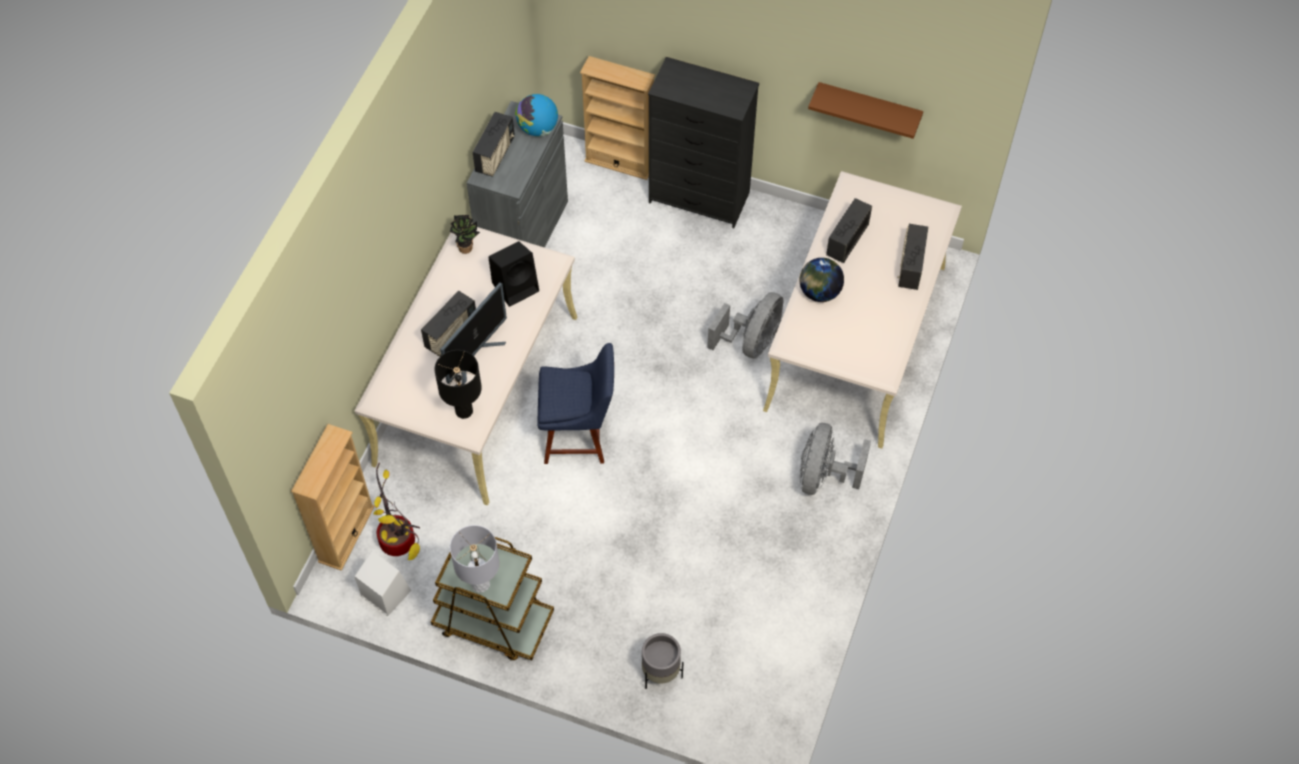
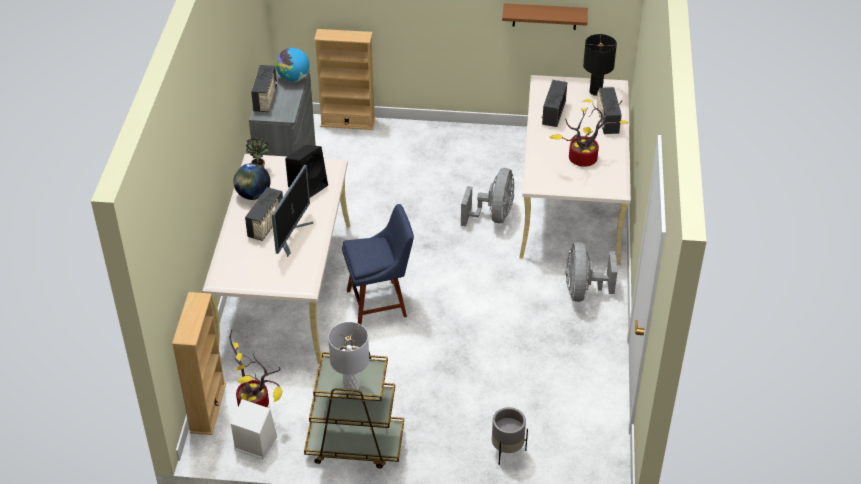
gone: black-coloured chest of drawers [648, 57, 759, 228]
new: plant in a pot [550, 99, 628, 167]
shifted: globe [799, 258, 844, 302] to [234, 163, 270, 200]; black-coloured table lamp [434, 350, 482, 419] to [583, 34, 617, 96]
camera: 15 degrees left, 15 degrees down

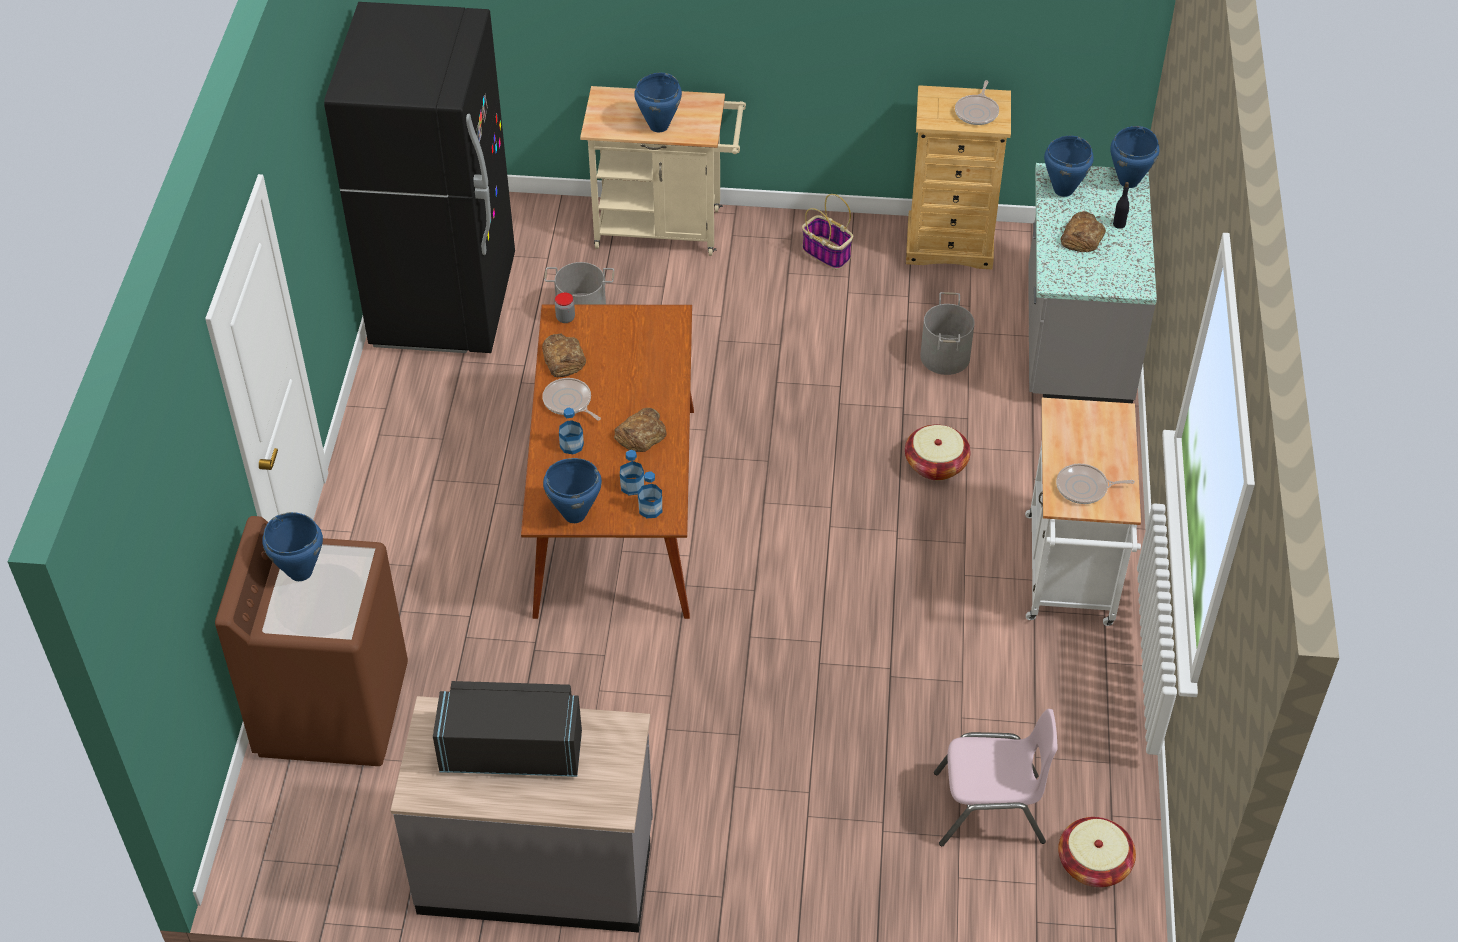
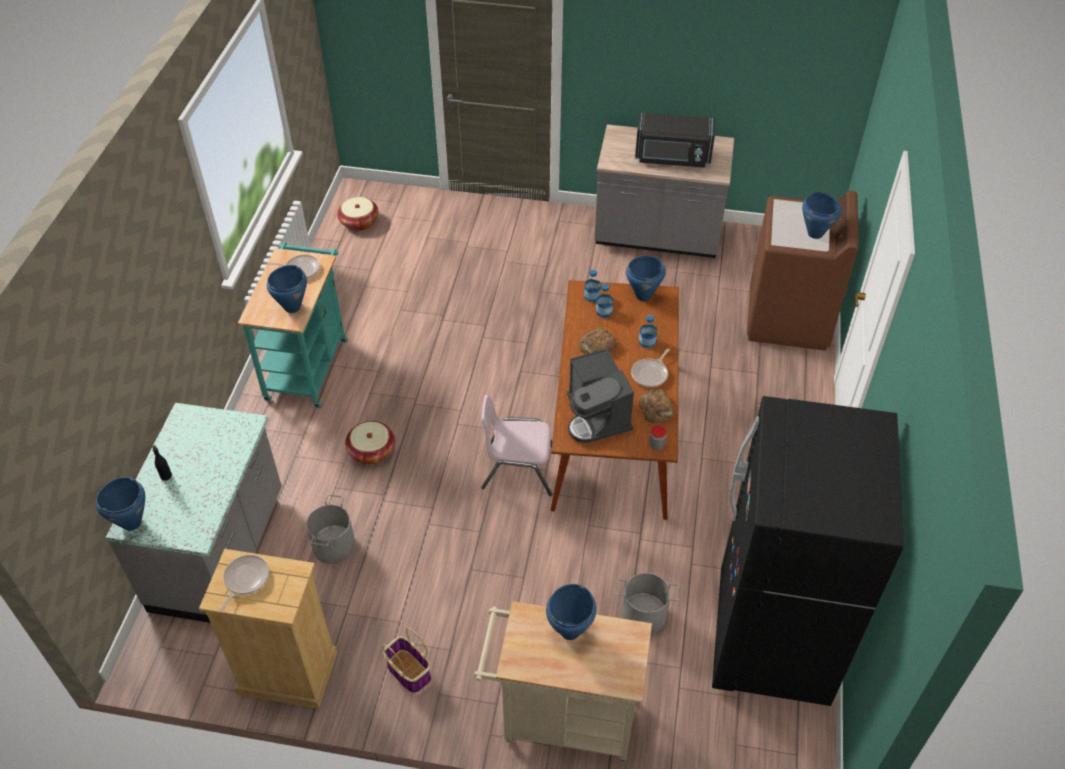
gone: bread [1061, 211, 1106, 252]
new: coffee brewer [567, 349, 634, 443]
shifted: bluish cooking pot [1044, 136, 1093, 197] to [267, 265, 307, 313]; pink chair [934, 709, 1058, 846] to [481, 395, 552, 496]
repainted: whitish wheeled cart [1025, 398, 1141, 626] to blue-green wheeled cart [238, 242, 348, 408]
rotated: frying pan [542, 378, 601, 421] = [631, 349, 670, 387] 75 degrees clockwise
camera: 175 degrees left, 0 degrees up

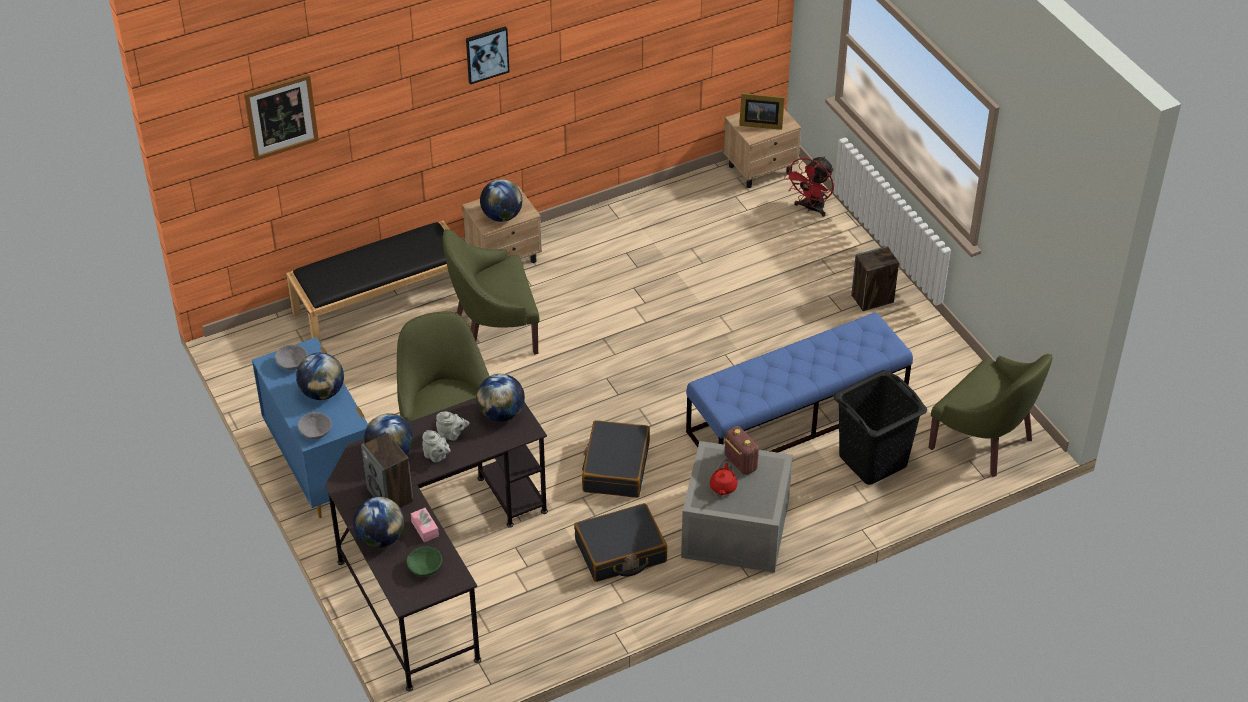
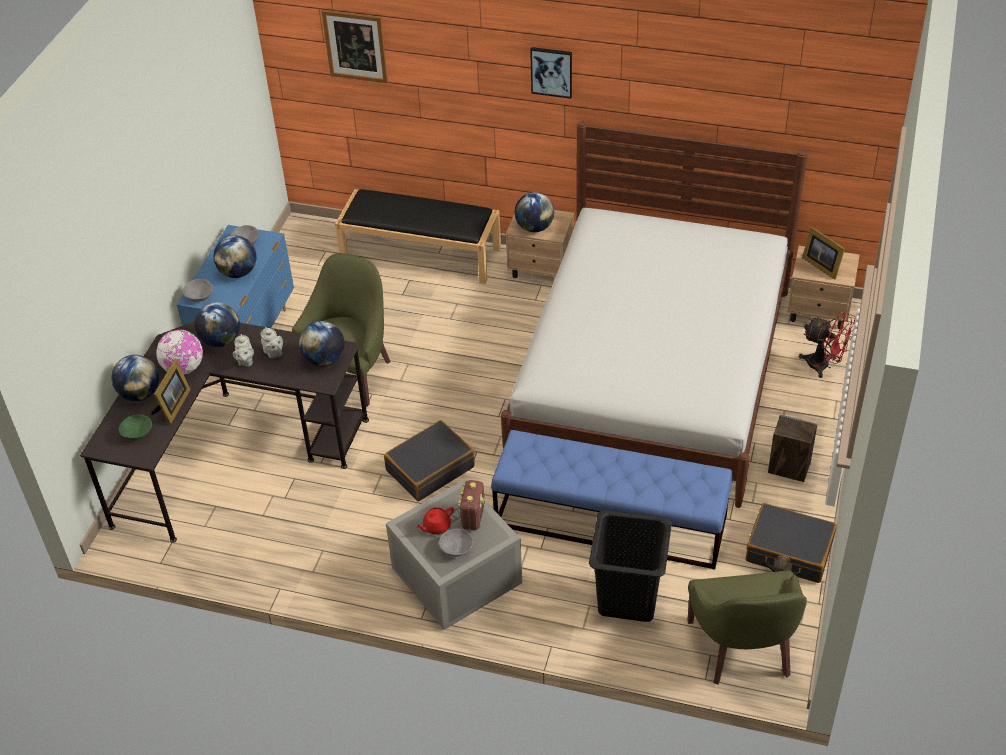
gone: green-coloured easy chair [443, 229, 540, 355]
new: whitish bed [501, 121, 808, 508]; grey serving bowl [439, 528, 473, 557]
shifted: black-coloured travel case [574, 503, 667, 582] to [746, 503, 837, 583]
swapped: speaker [361, 433, 413, 508] to globe [156, 329, 203, 375]; pink tissue box [411, 508, 439, 542] to picture frame [151, 360, 191, 424]
rotated: red cooling fan [784, 156, 834, 217] = [799, 312, 855, 378] 135 degrees counterclockwise
camera: 45 degrees right, 0 degrees up

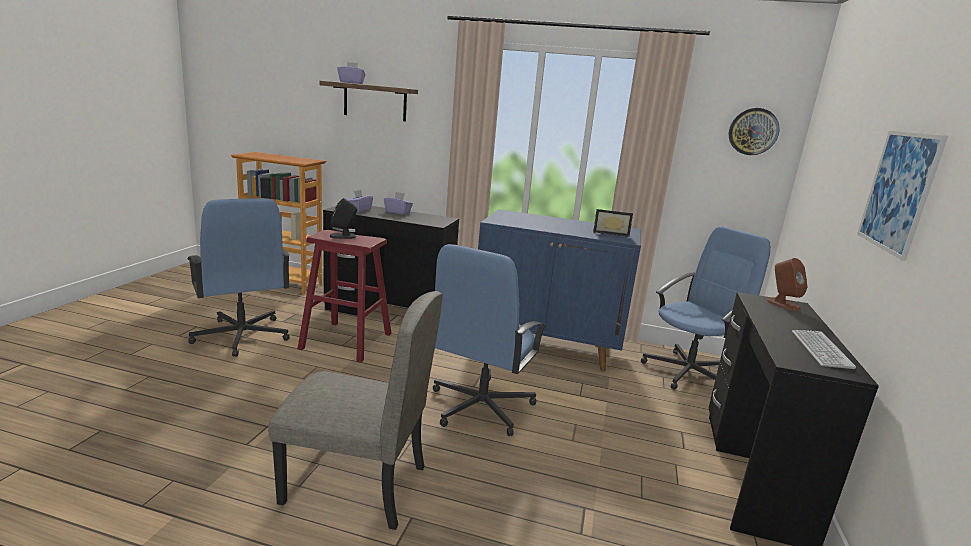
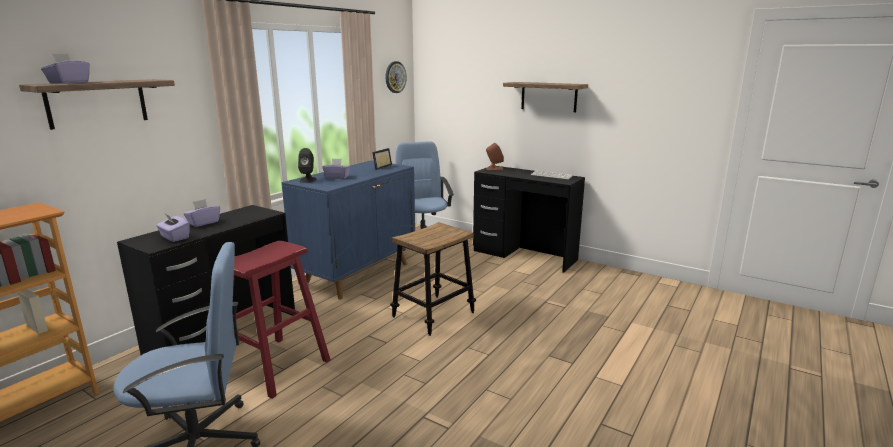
gone: beige-coloured chair [268, 291, 443, 530]
new: purple tissue box [322, 158, 350, 179]
shifted: black-coloured speaker [330, 198, 358, 239] to [298, 148, 316, 183]
swapped: picture [857, 131, 948, 261] to wall shelf [503, 82, 588, 112]; bluish office chair [433, 244, 546, 436] to stool seat [390, 222, 476, 336]
camera: 70 degrees left, 0 degrees up

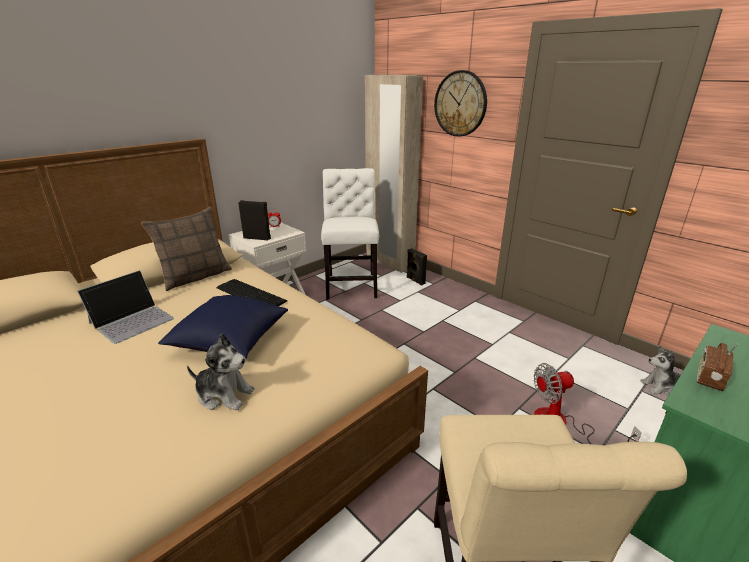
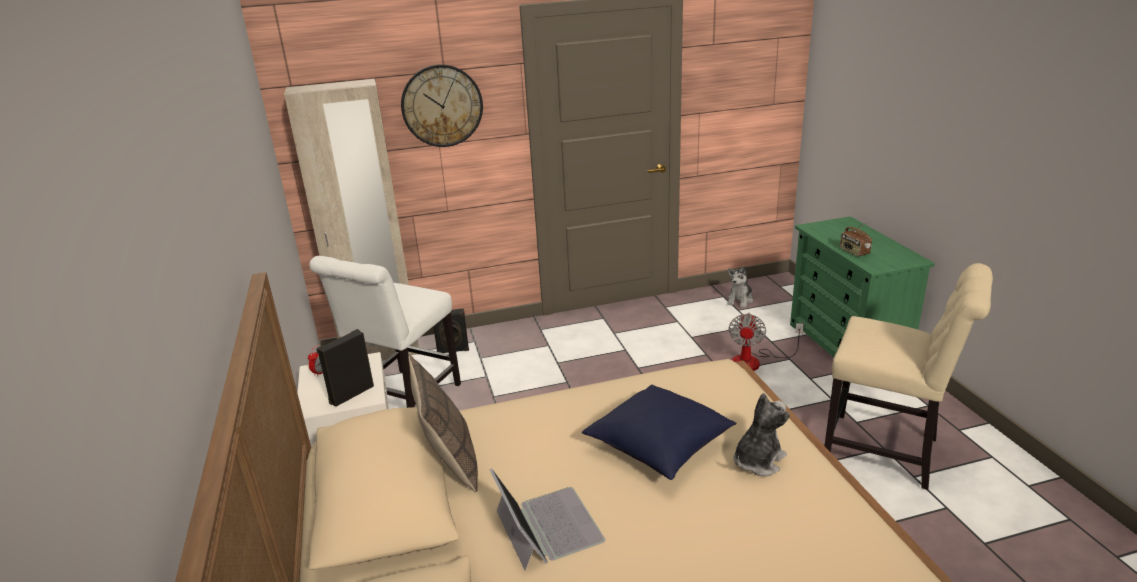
gone: keyboard [216, 279, 287, 306]
rotated: whitish chair [321, 168, 379, 300] = [309, 256, 461, 408] 90 degrees counterclockwise
camera: 60 degrees left, 0 degrees up

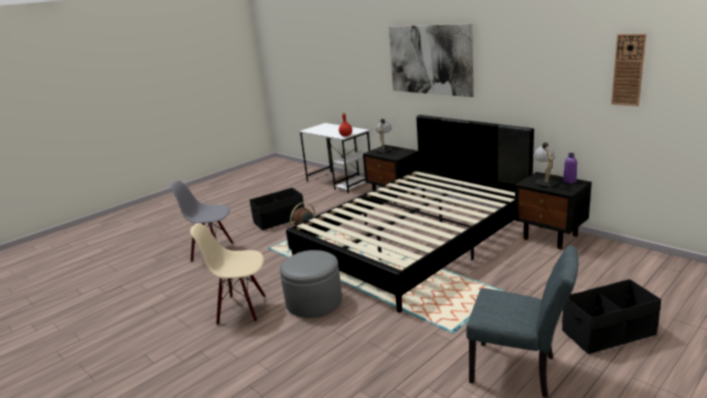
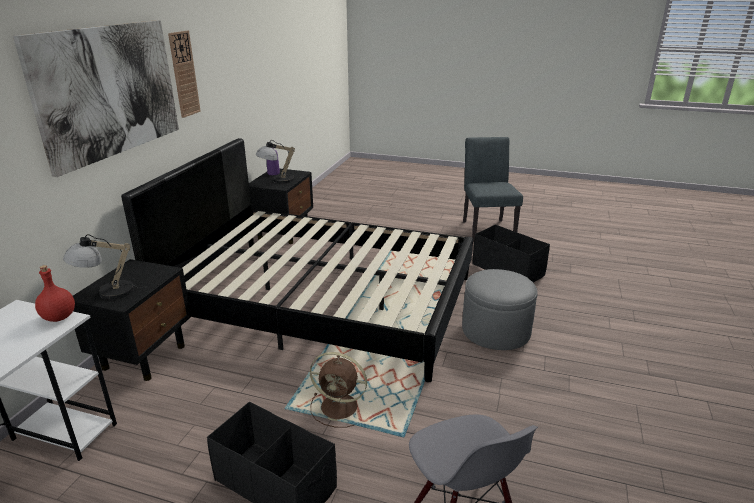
gone: beige-coloured chair [190, 223, 266, 325]
shifted: wall clock [611, 34, 646, 106] to [168, 31, 201, 118]; black-coloured storage box [562, 279, 661, 354] to [472, 225, 550, 283]
camera: 120 degrees left, 5 degrees up

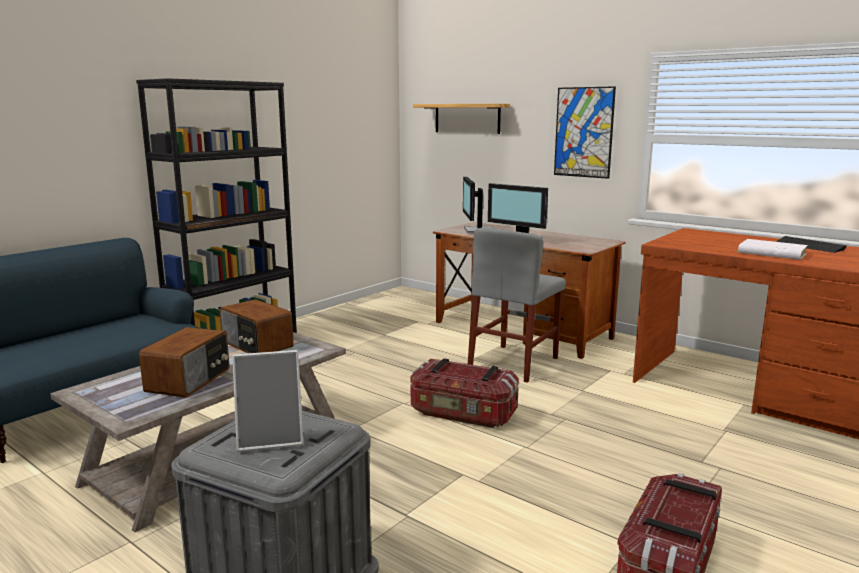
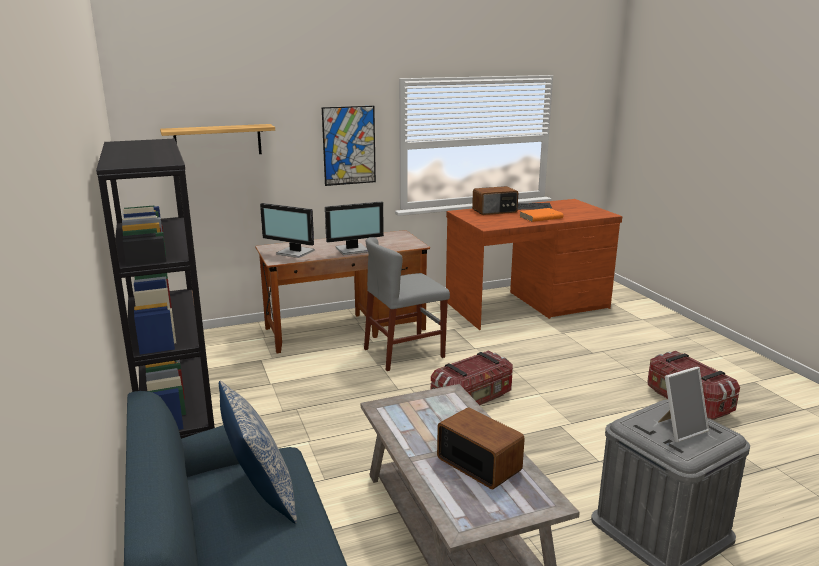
new: cushion [219, 381, 297, 524]
shifted: radio [220, 299, 294, 353] to [472, 186, 518, 215]
repainted: whitish volume [738, 239, 808, 260] to orange volume [519, 208, 563, 222]
rotated: grey chair [468, 228, 566, 383] = [364, 237, 450, 371] 90 degrees clockwise; picture frame [232, 350, 303, 452] = [658, 367, 709, 442] 45 degrees clockwise
camera: 60 degrees left, 5 degrees up

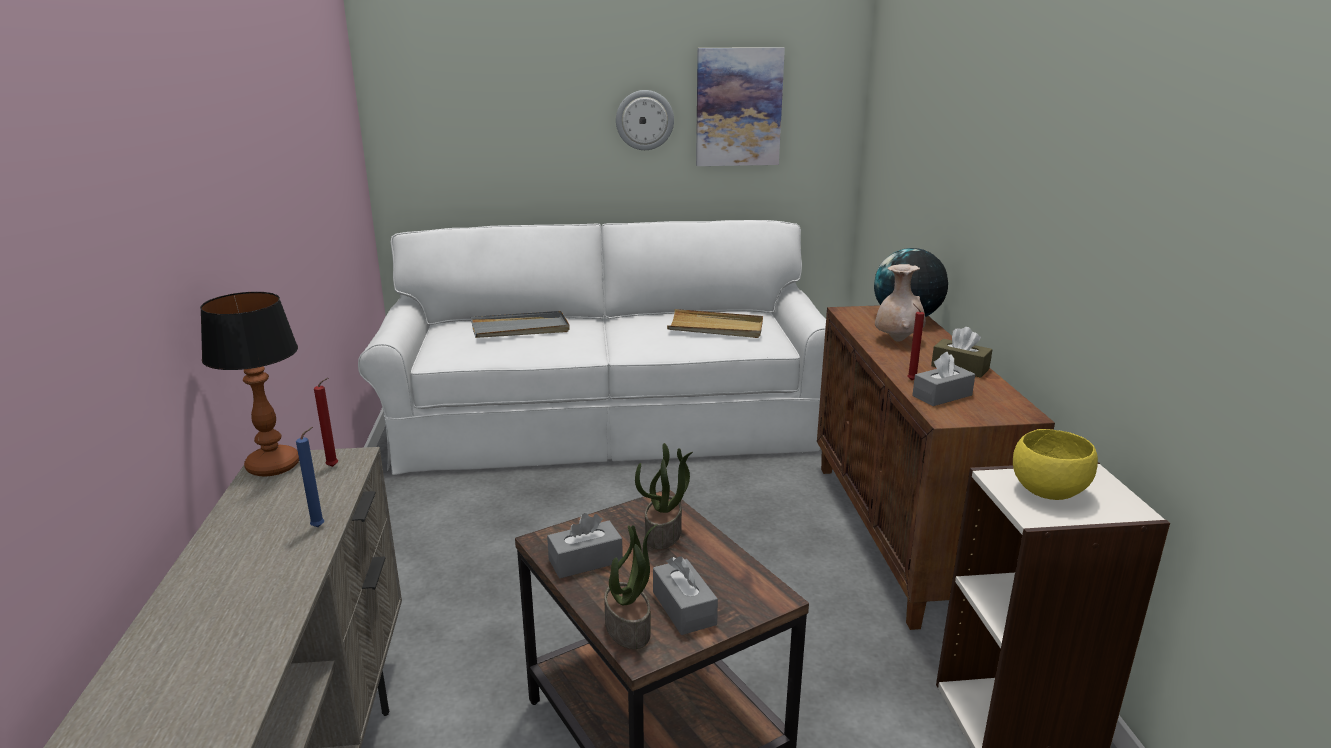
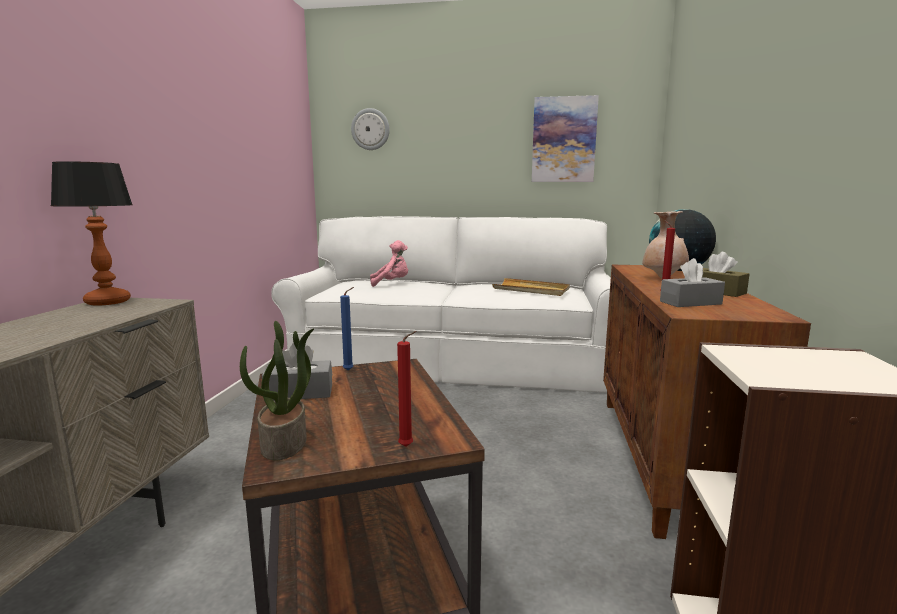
gone: yellow-coloured serving bowl [1013, 429, 1098, 500]; plant in a pot [635, 443, 693, 549]; grey tissue box [653, 556, 718, 635]
shifted: wall clock [616, 90, 674, 150] to [351, 108, 390, 150]; red wax light [314, 378, 338, 467] to [397, 331, 417, 447]; bluish wax light [296, 427, 324, 527] to [340, 287, 354, 371]
swapped: grey carrying tray [471, 311, 570, 338] to pink cuddly toy [370, 240, 408, 287]
camera: 15 degrees right, 10 degrees down

